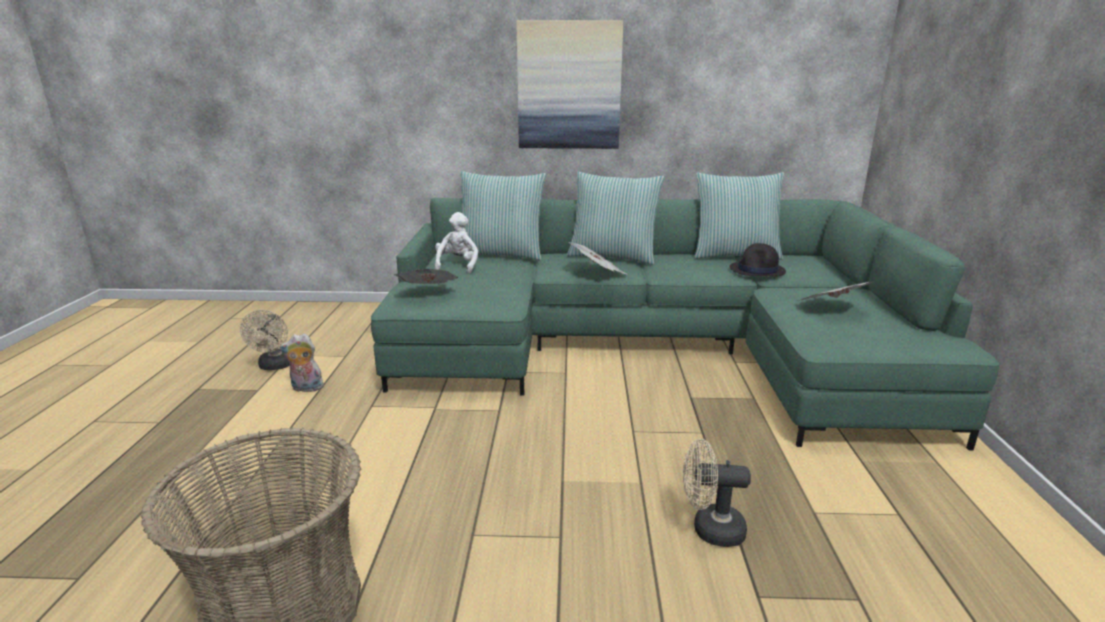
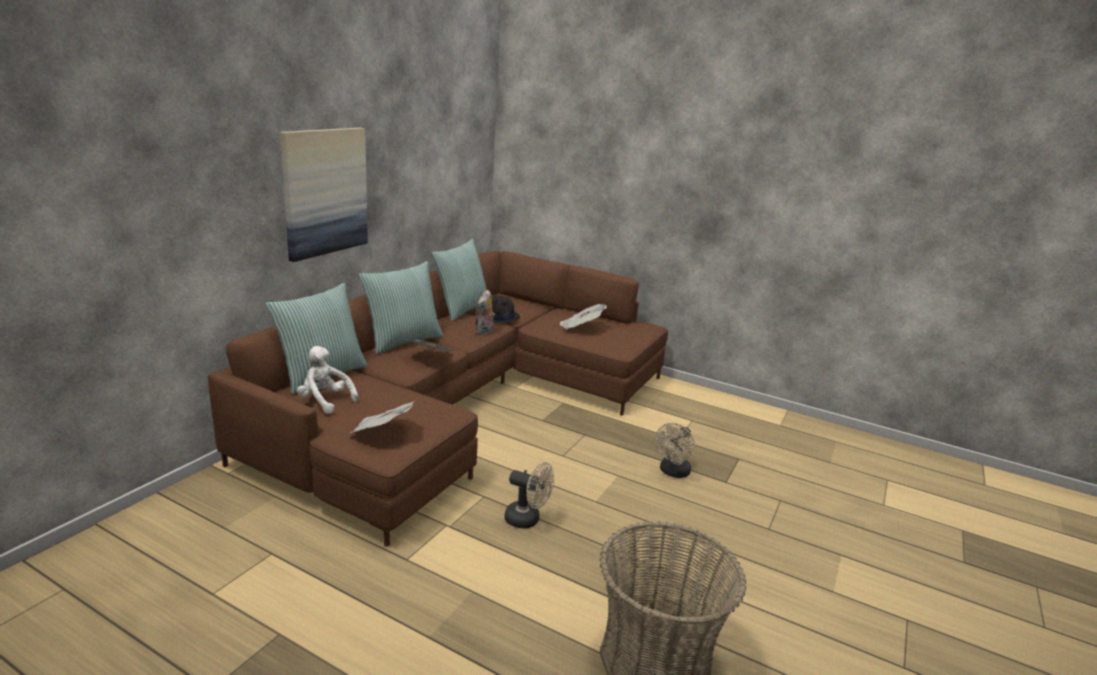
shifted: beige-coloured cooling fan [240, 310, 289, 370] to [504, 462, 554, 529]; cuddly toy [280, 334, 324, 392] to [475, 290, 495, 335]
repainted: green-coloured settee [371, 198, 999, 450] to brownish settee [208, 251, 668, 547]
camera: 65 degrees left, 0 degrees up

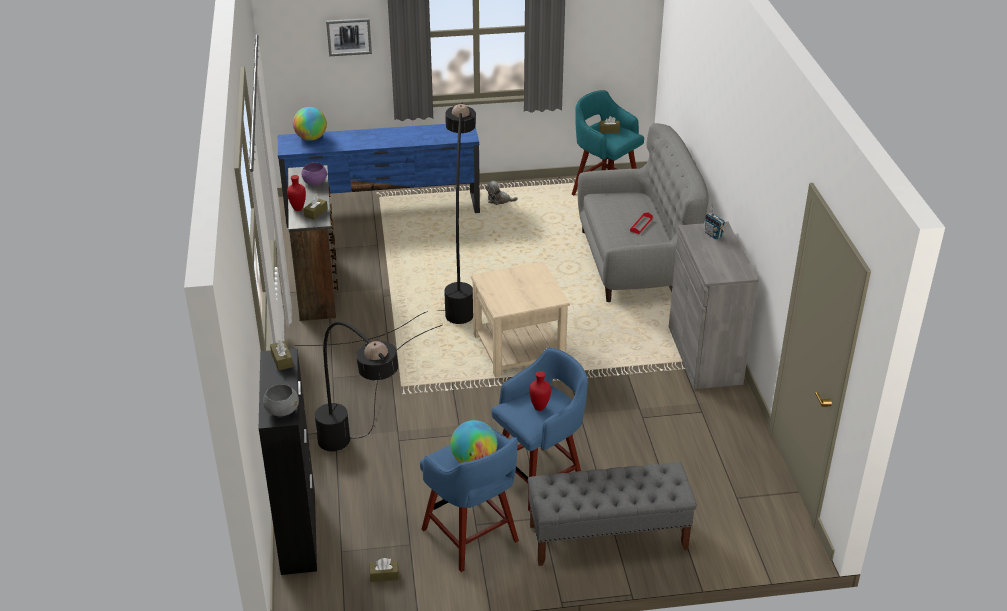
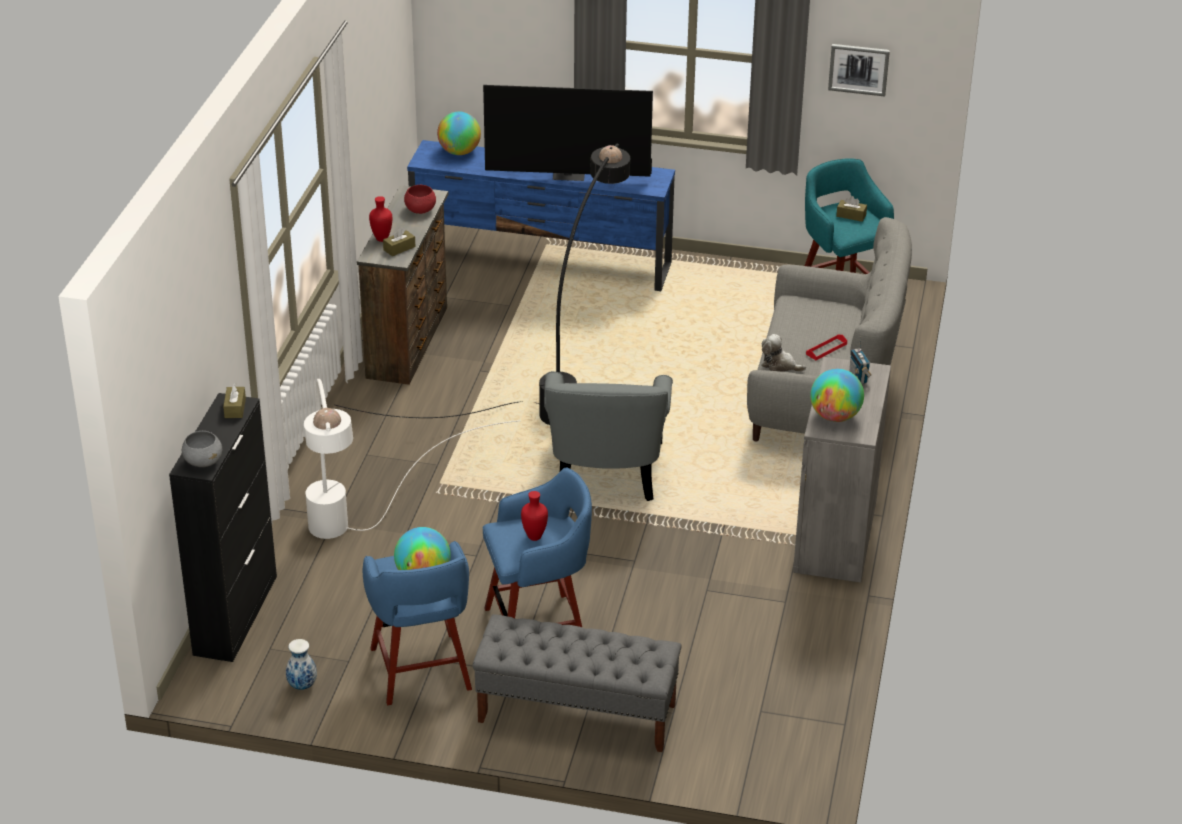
new: TV [483, 85, 653, 181]; globe [810, 369, 864, 422]
shifted: picture [326, 18, 372, 56] to [828, 44, 890, 96]; cuddly toy [486, 181, 518, 205] to [761, 334, 806, 372]
swapped: beige-coloured side table [471, 262, 570, 377] to grey easy chair [544, 371, 673, 501]; brownish tissue box [370, 558, 399, 582] to decorative vase [286, 639, 317, 690]
repainted: purple serving bowl [301, 162, 327, 185] to red serving bowl [404, 185, 436, 214]; black-coloured standard lamp [315, 321, 442, 451] to whitish standard lamp [304, 379, 520, 539]
camera: 20 degrees right, 0 degrees up

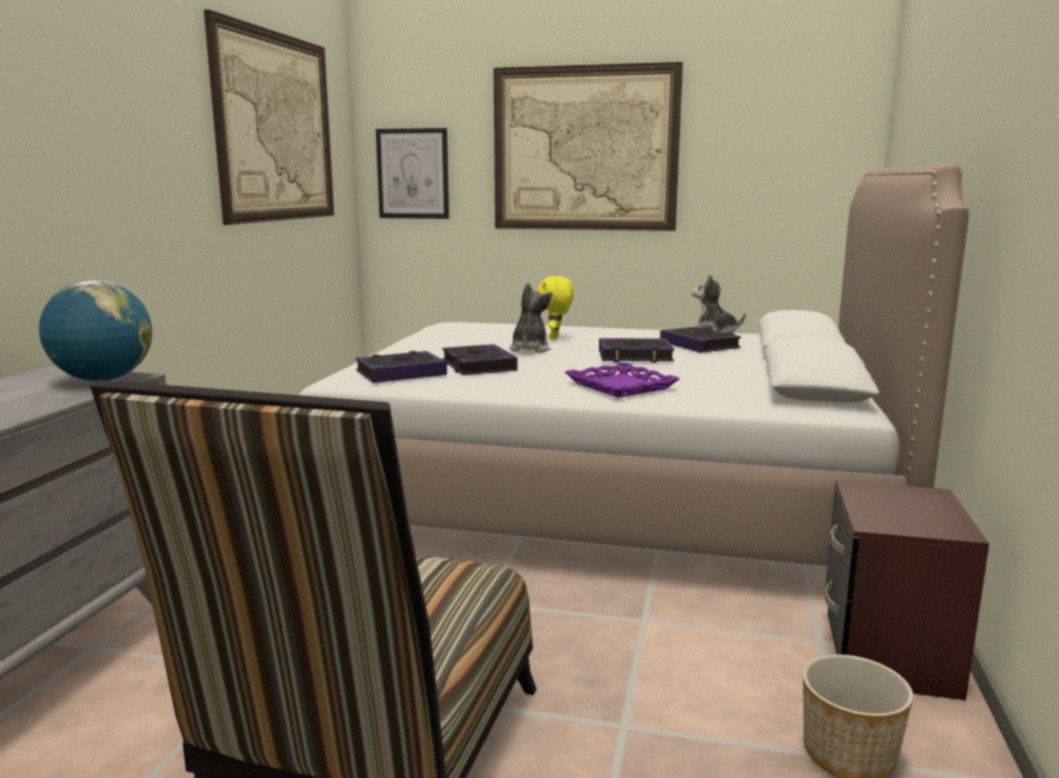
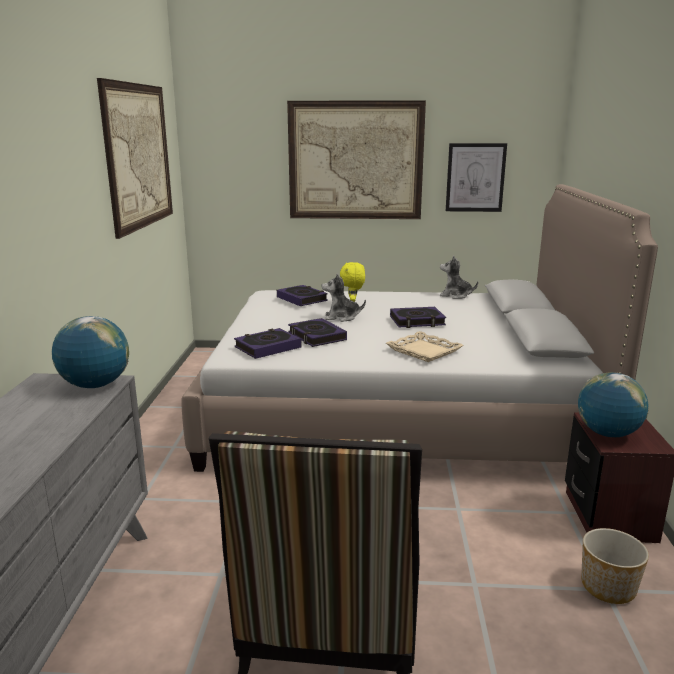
new: globe [578, 372, 649, 437]
shifted: picture [376, 128, 449, 219] to [446, 143, 507, 212]; volume [660, 326, 741, 353] to [277, 285, 328, 306]
repainted: purple carrying tray [565, 362, 680, 398] to beige-coloured carrying tray [386, 331, 464, 362]
rotated: cuddly toy [509, 283, 553, 353] = [321, 273, 366, 322] 90 degrees counterclockwise
camera: 10 degrees left, 5 degrees up

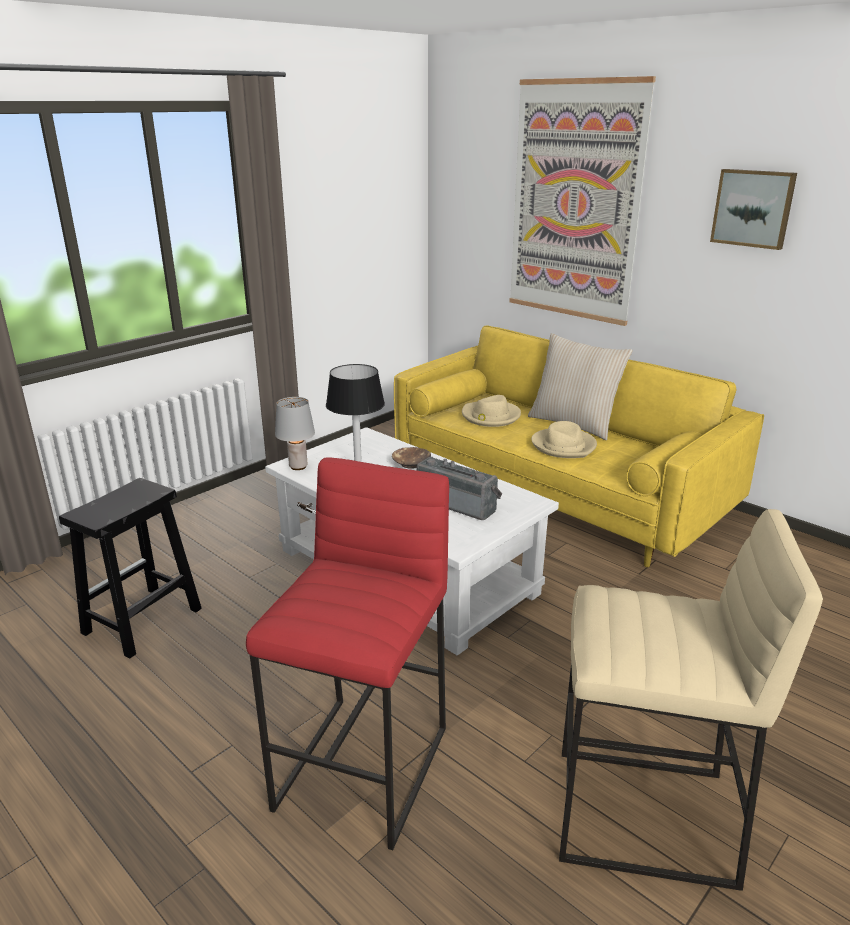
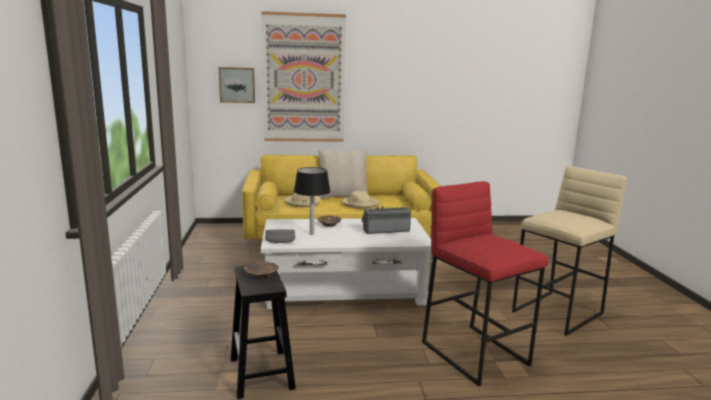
new: brownish serving bowl [244, 261, 279, 279]
shifted: picture [710, 169, 797, 250] to [219, 67, 255, 103]
swapped: grey table lamp [275, 397, 315, 470] to grey serving bowl [265, 229, 295, 243]
camera: 50 degrees left, 10 degrees down

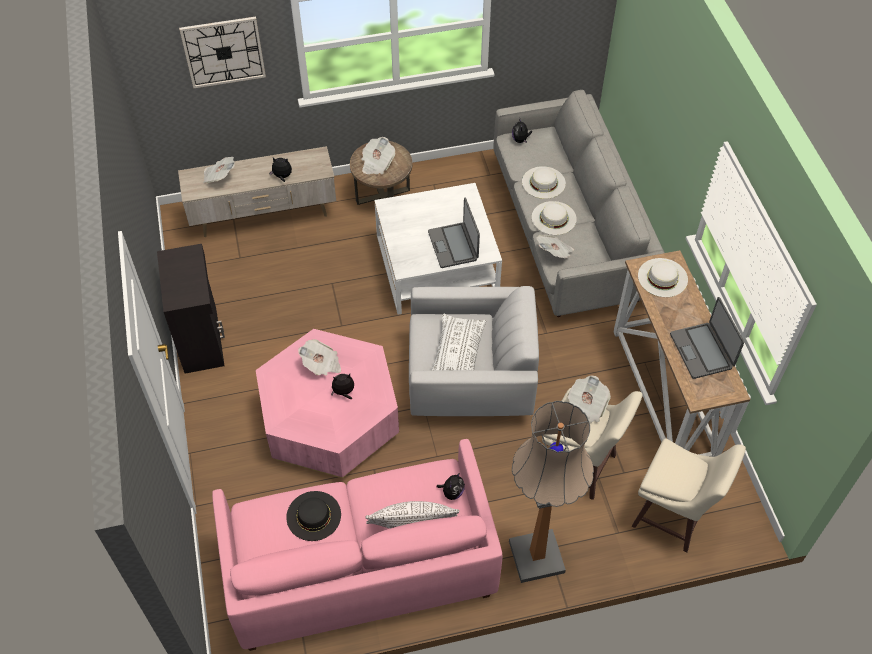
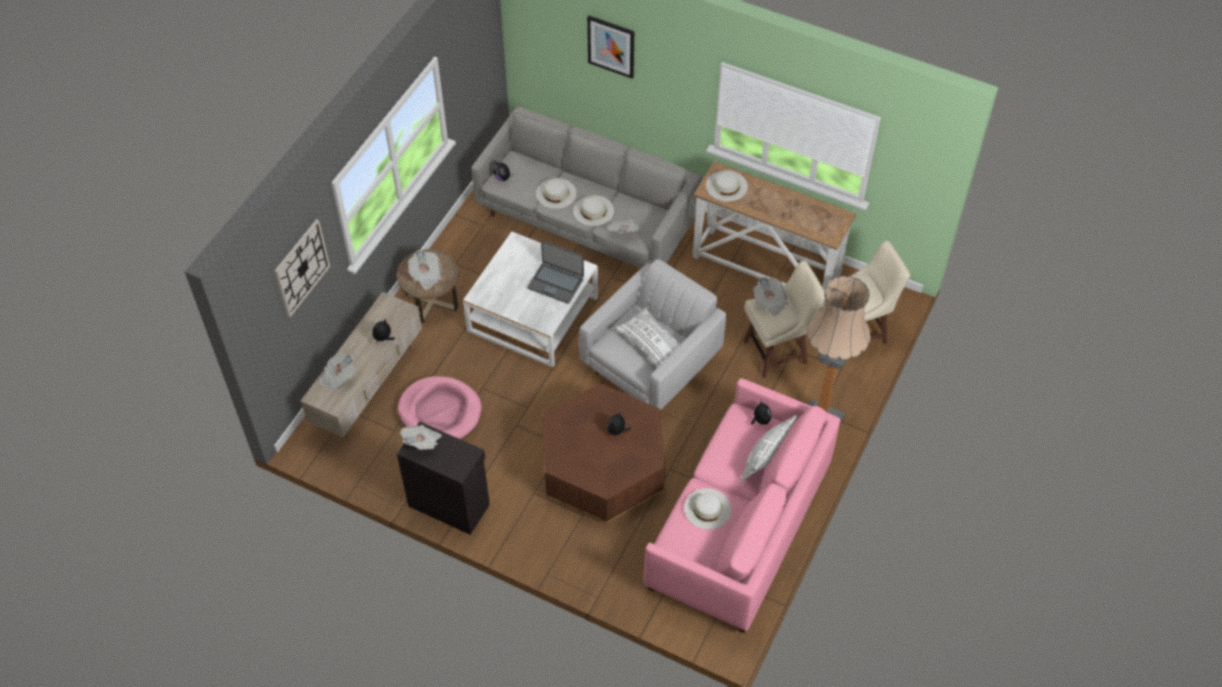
gone: portable computer [670, 297, 744, 379]
new: picture [587, 15, 634, 79]; pink dog bed [398, 376, 482, 439]
shifted: newspaper [298, 339, 341, 376] to [400, 425, 442, 450]
repainted: pink coffee table [256, 329, 399, 478] to brownish coffee table [543, 384, 665, 523]; black-coloured clothing hat [286, 491, 341, 541] to whitish clothing hat [684, 488, 731, 530]
camera: 50 degrees left, 0 degrees up

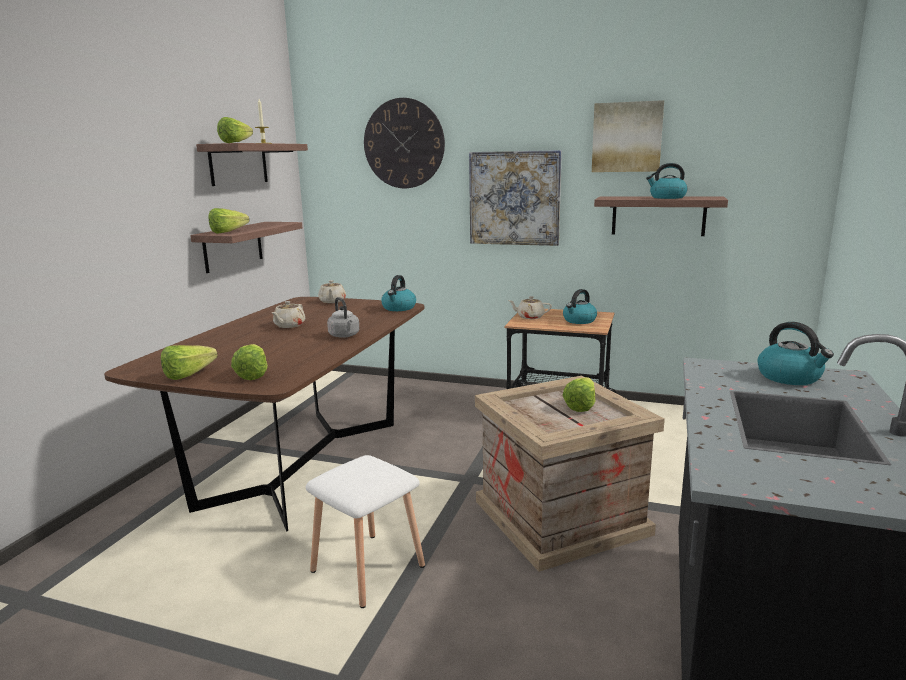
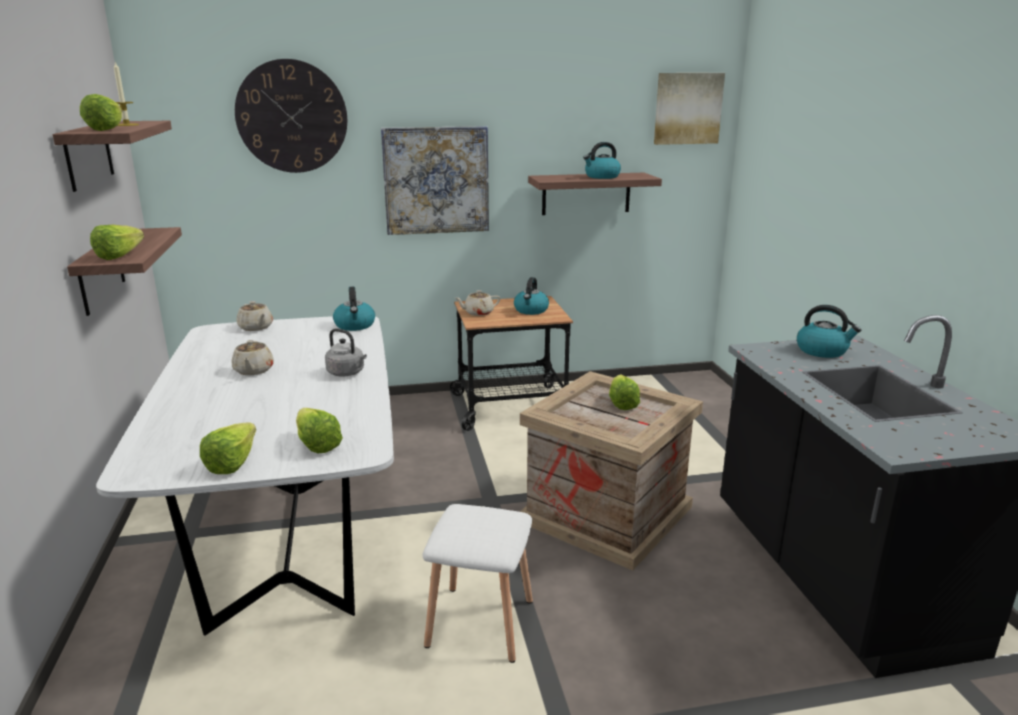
shifted: picture [592, 100, 664, 172] to [654, 73, 725, 145]
repainted: brownish dinner table [104, 297, 425, 531] to whitish dinner table [96, 316, 394, 636]
camera: 30 degrees left, 5 degrees up

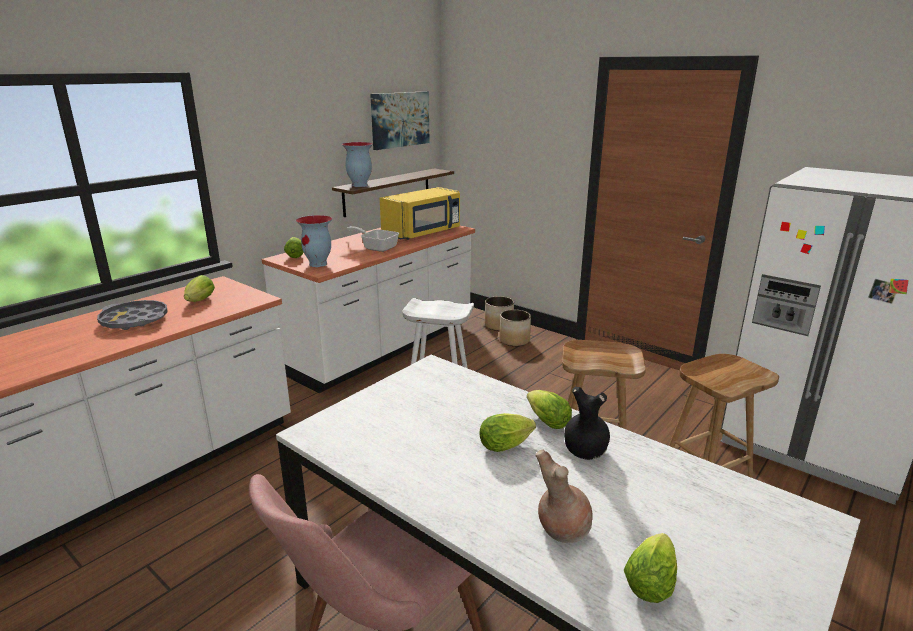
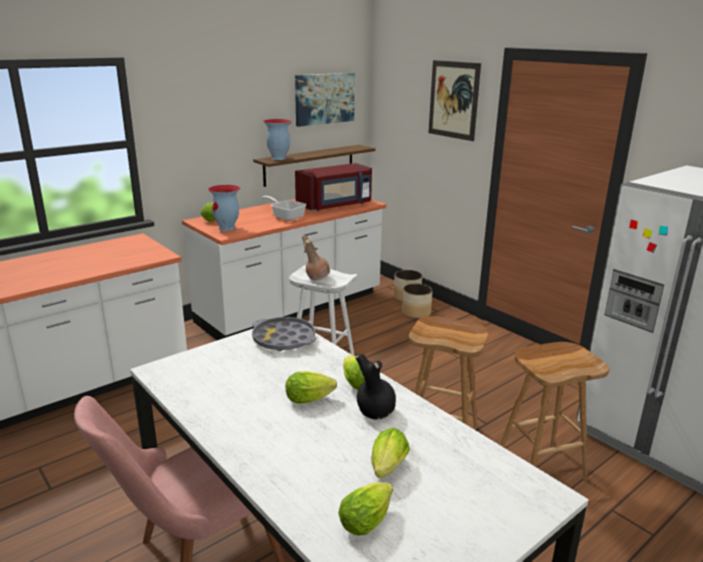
new: picture [428, 60, 481, 141]
shifted: lettuce [184, 275, 215, 302] to [371, 428, 410, 478]; grey carrying tray [97, 300, 168, 330] to [252, 317, 316, 351]; brownish decorative vase [535, 449, 593, 543] to [302, 235, 330, 281]
repainted: yellow-coloured microwave [380, 187, 460, 240] to red microwave [295, 163, 372, 211]
camera: 10 degrees right, 0 degrees up

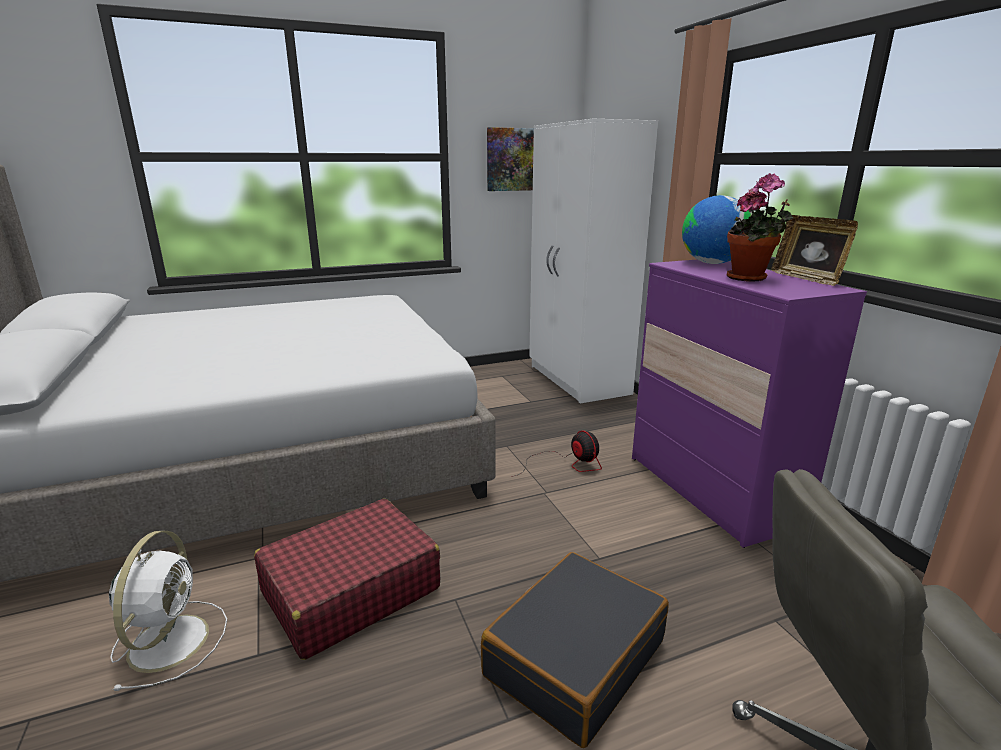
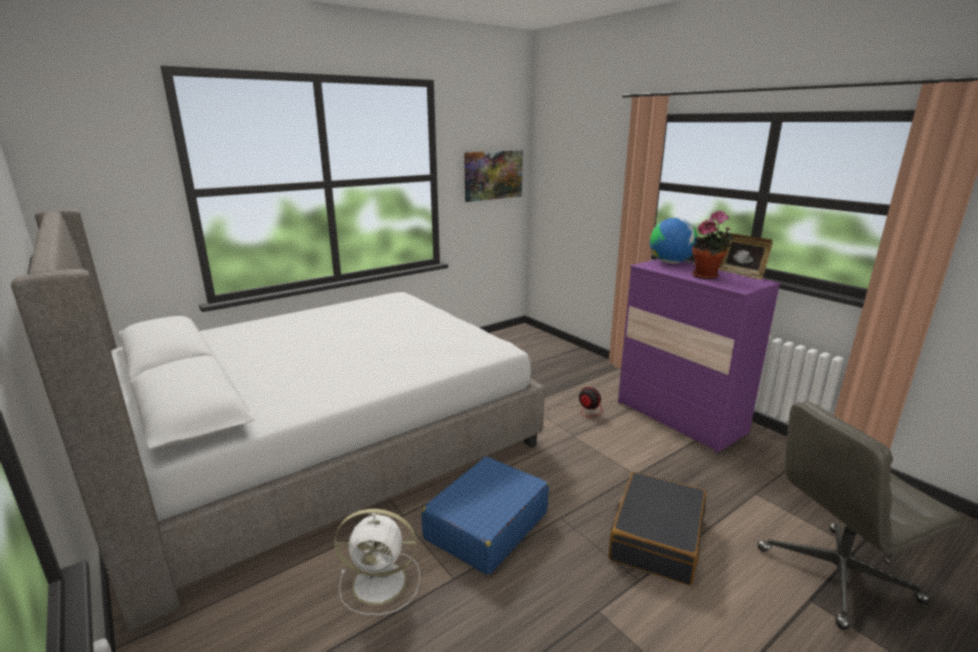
gone: whitish wardrobe [529, 119, 658, 404]
repainted: red travel case [254, 499, 441, 660] to bluish travel case [421, 457, 549, 575]
rotated: whitish cooling fan [109, 531, 227, 691] = [334, 509, 420, 615] 105 degrees clockwise
camera: 15 degrees left, 0 degrees up

